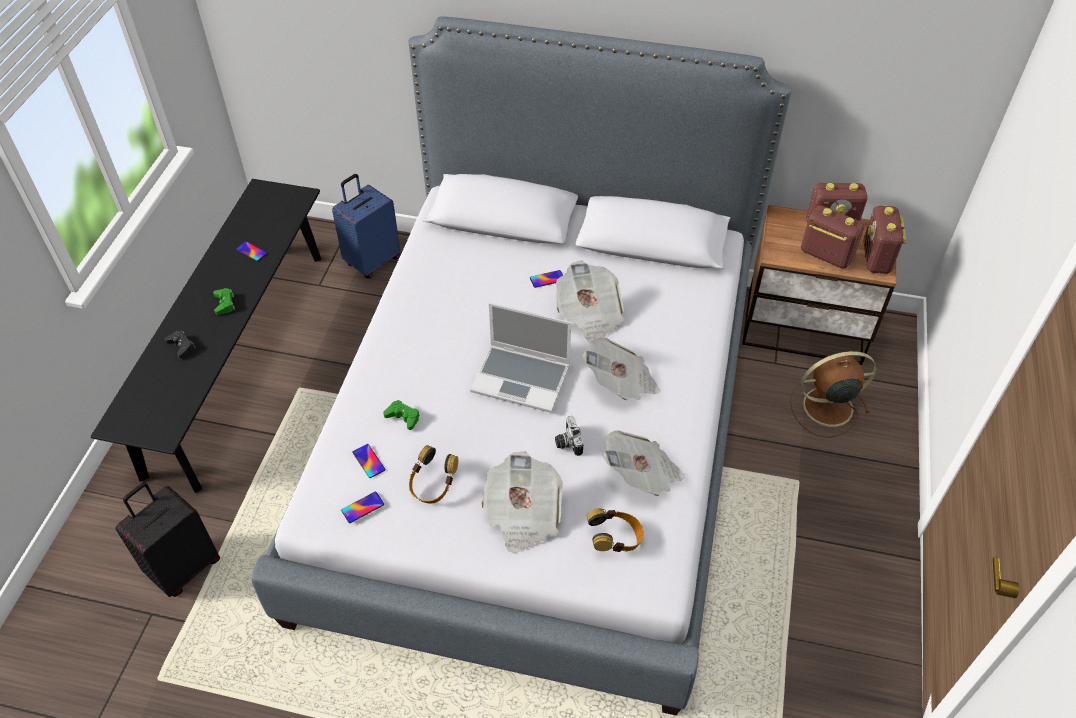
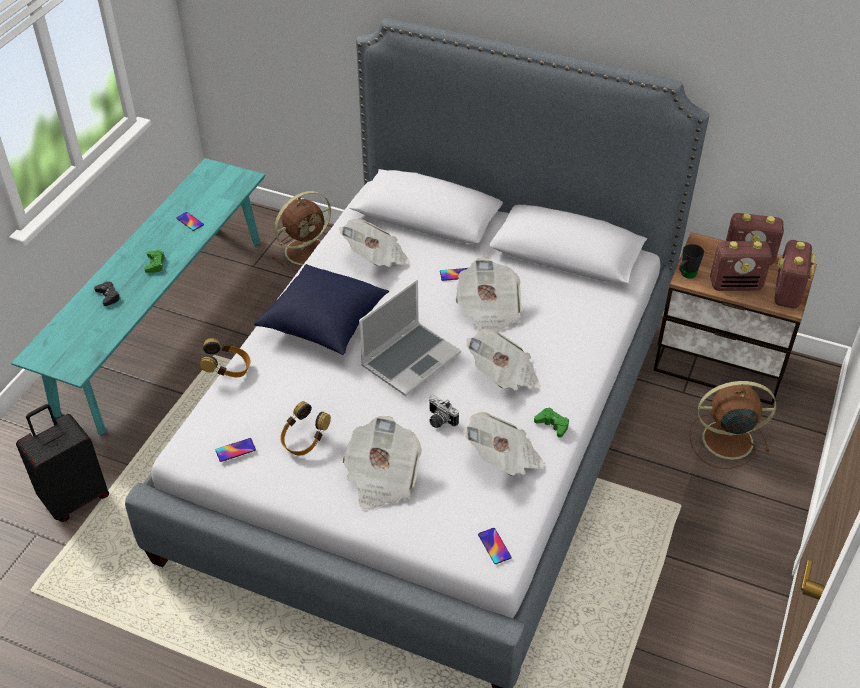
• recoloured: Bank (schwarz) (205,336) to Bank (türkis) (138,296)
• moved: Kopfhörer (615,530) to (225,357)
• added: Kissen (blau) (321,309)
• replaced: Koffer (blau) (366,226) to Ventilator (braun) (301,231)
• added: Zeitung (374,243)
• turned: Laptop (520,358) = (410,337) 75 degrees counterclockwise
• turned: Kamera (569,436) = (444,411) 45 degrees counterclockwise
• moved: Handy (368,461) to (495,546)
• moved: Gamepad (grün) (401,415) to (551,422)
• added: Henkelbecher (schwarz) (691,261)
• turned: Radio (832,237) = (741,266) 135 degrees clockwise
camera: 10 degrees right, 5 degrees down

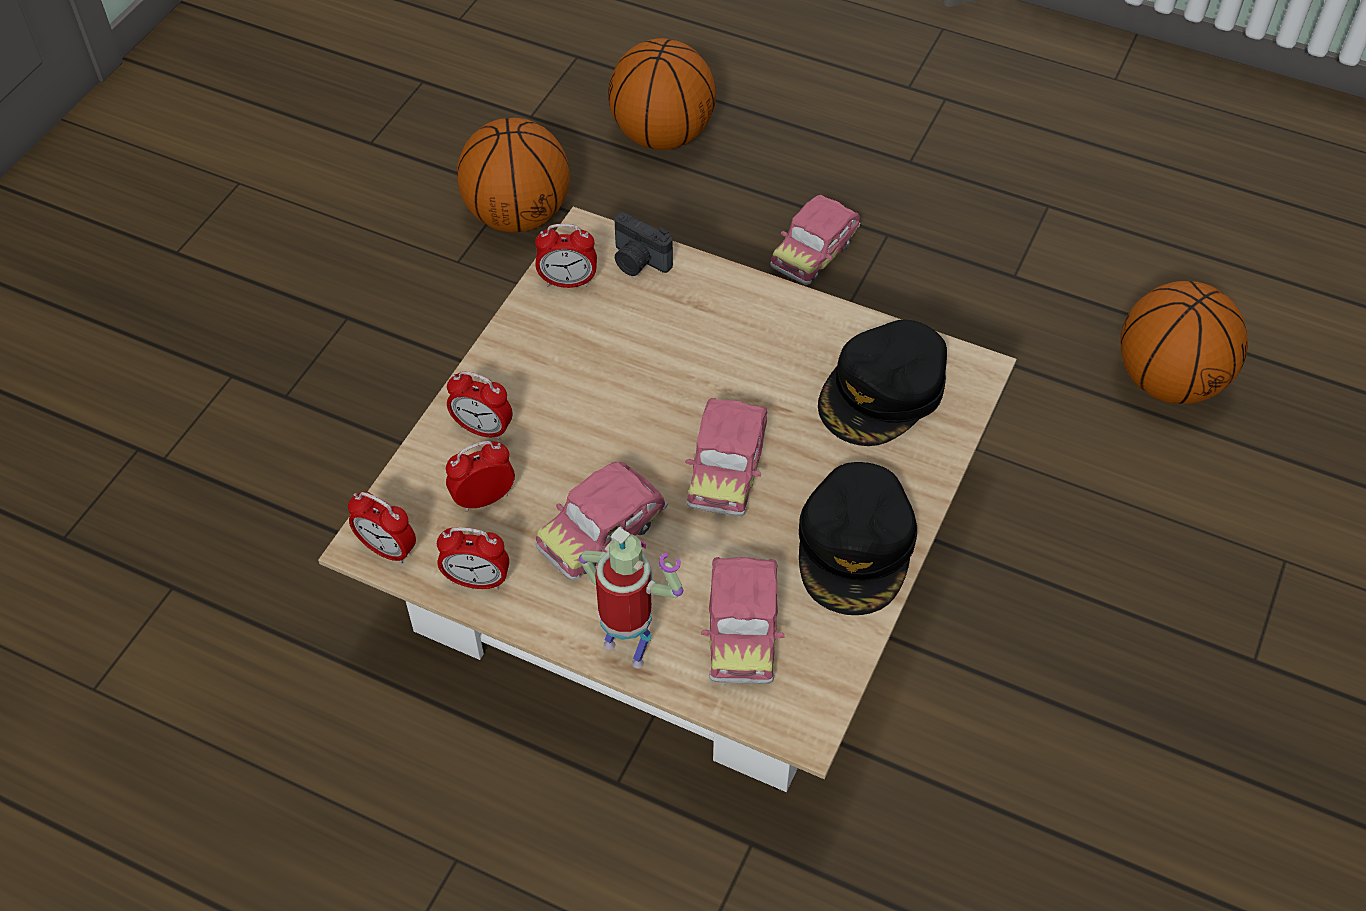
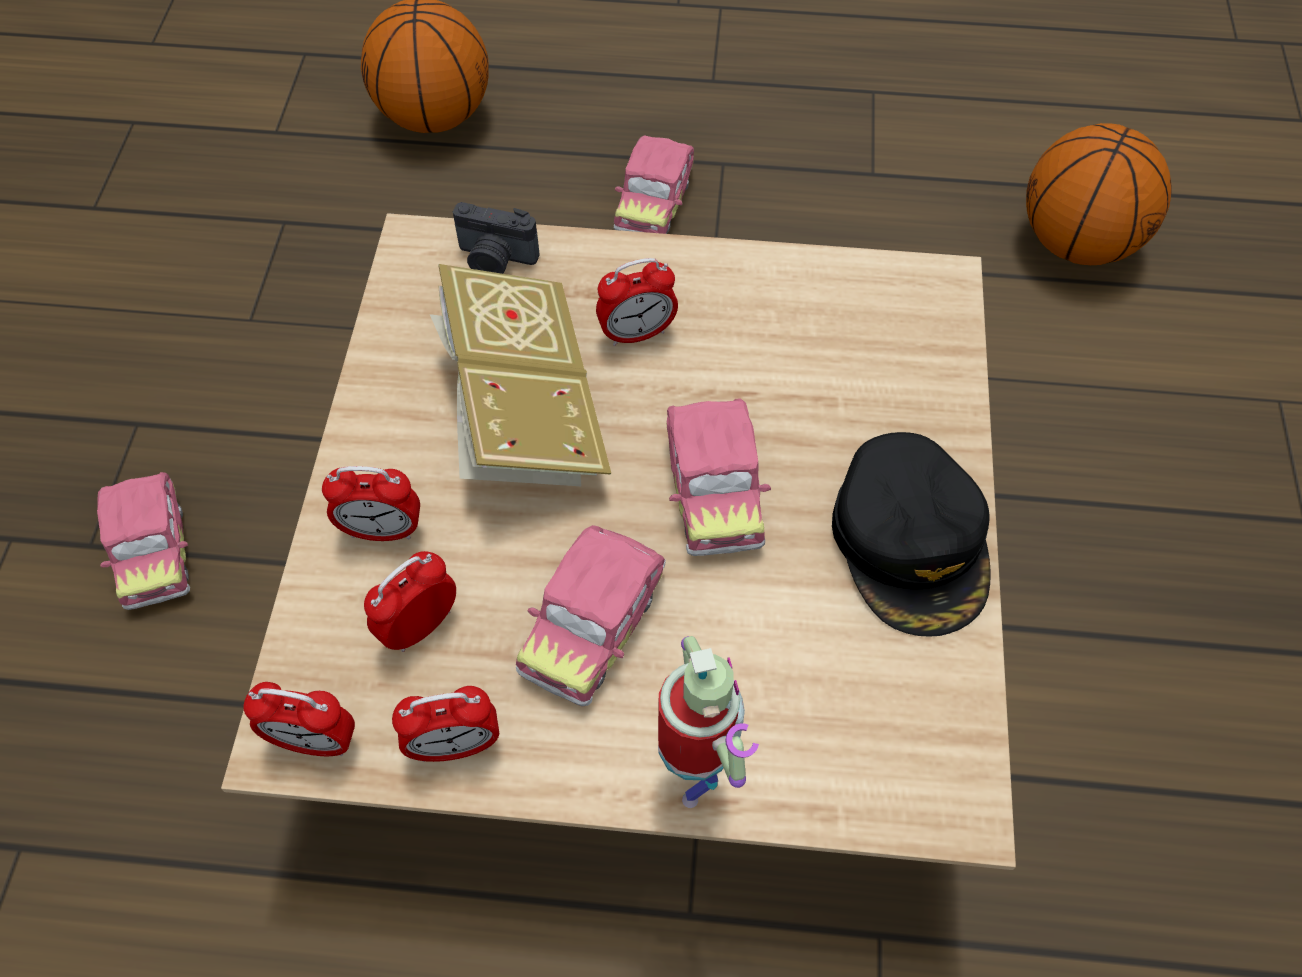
• moved: Spielzeugauto (743,620) to (143,541)
• added: Buch (520,375)
• moved: Wecker (566,256) to (637,302)
• turned: Spielzeugroboter (631,598) = (708,722) 60 degrees clockwise
• removed: Basketball (513,175)
• removed: Kappe (schwarz) (882,383)
camera: 20 degrees left, 5 degrees up

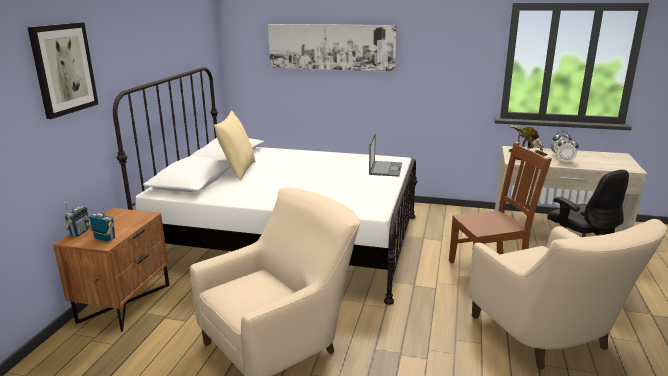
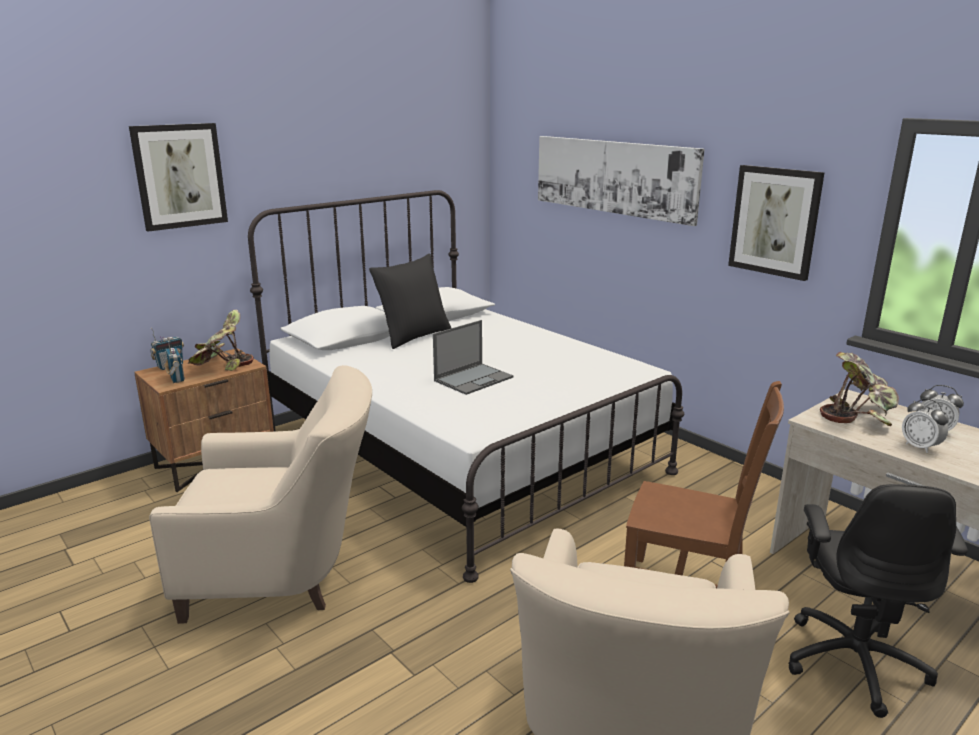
• added: Topfpflanze (220,340)
• recoloured: Kissen (beige) (234,146) to Kissen (schwarz) (410,301)
• moved: Laptop (385,155) to (473,357)
• added: Bild (776,223)
camera: 35 degrees right, 0 degrees up

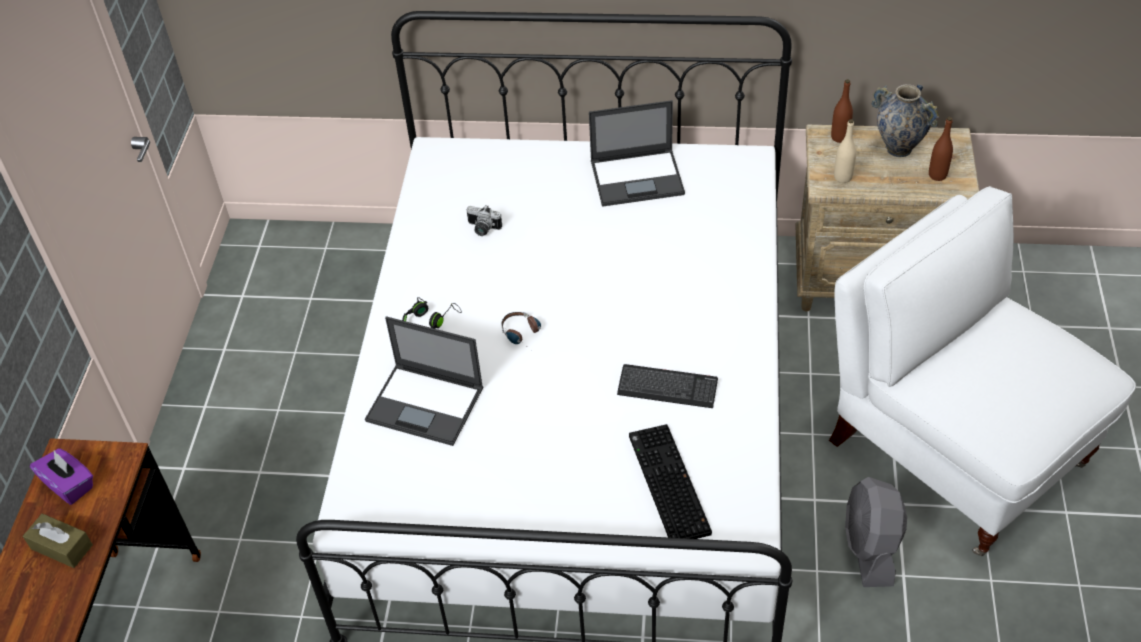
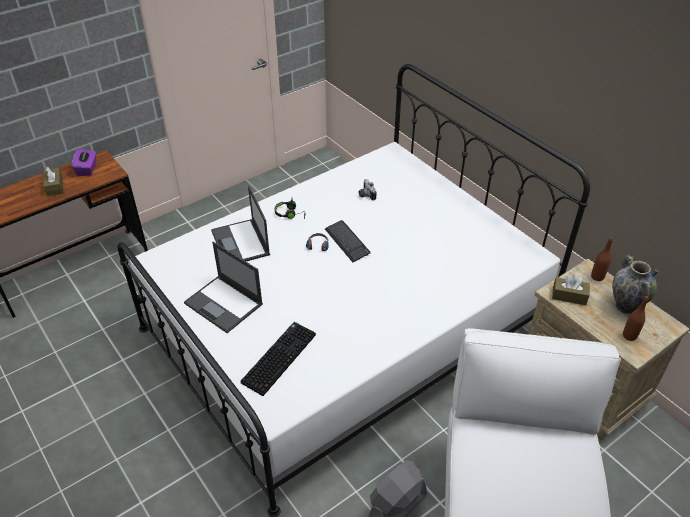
• moved: Laptop (637,153) to (223,287)
• moved: Tastatur (667,386) to (348,241)
• replaced: Flasche (beige) (845,151) to Taschentuchbox (braun) (571,290)
camera: 45 degrees right, 5 degrees down

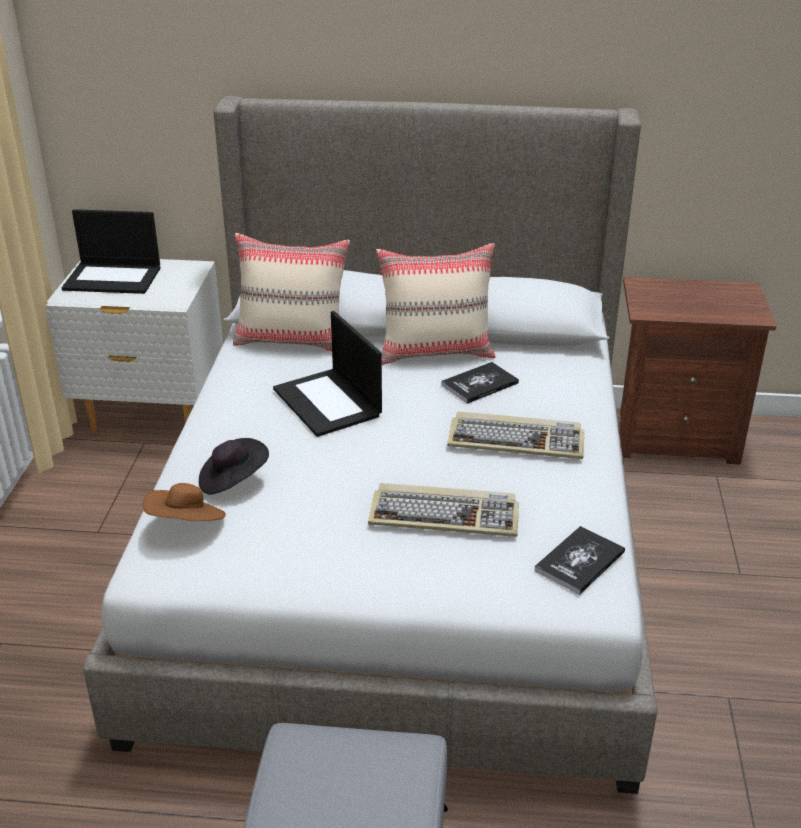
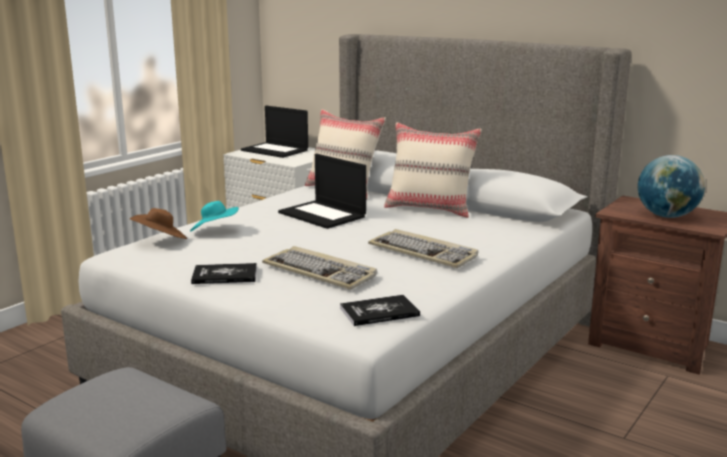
• recoloured: Hut (schwarz) (234,466) to Hut (türkis) (214,216)
• moved: Buch (480,383) to (224,273)
• turned: Laptop (327,374) = (322,191) 45 degrees counterclockwise
• added: Globus (671,186)
camera: 30 degrees right, 15 degrees down

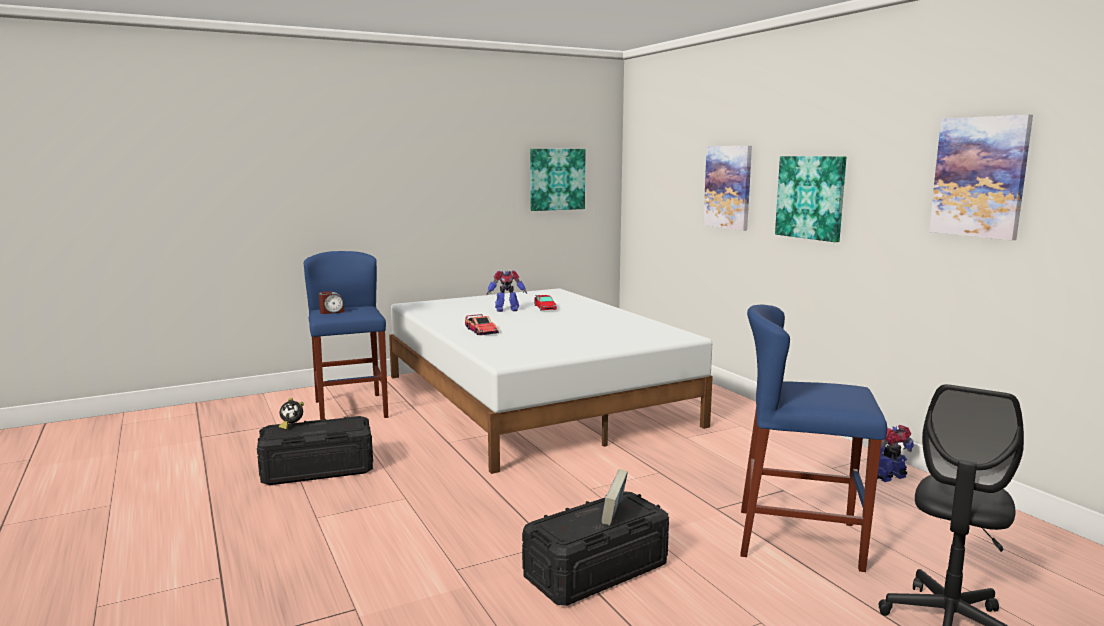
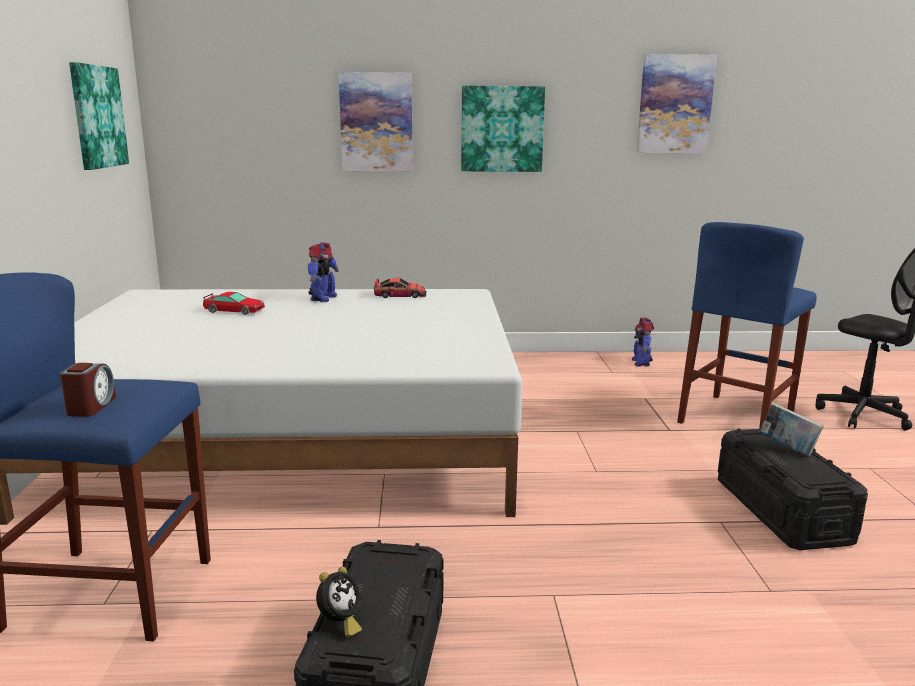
• moved: Spielzeugroboter (507,291) to (323,272)
• moved: Spielzeugauto (482,324) to (400,287)
camera: 65 degrees left, 5 degrees up

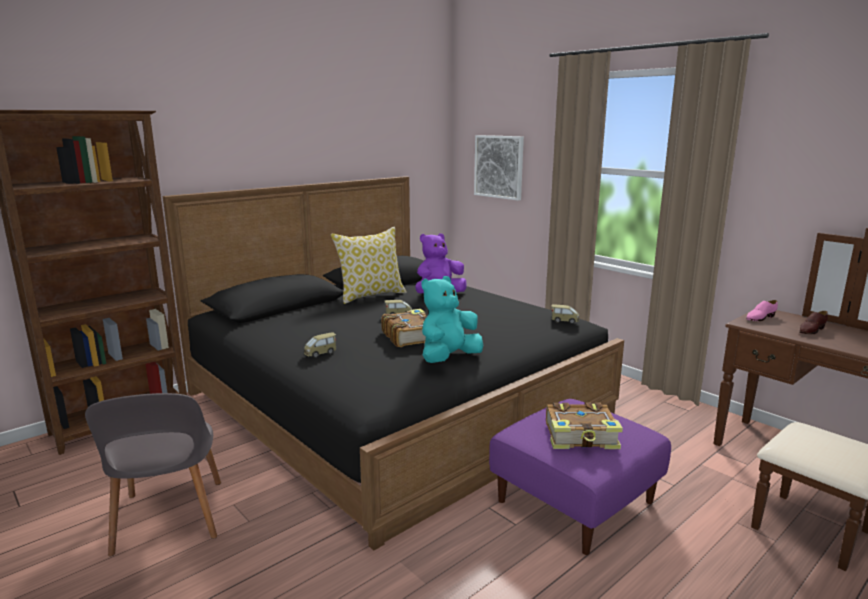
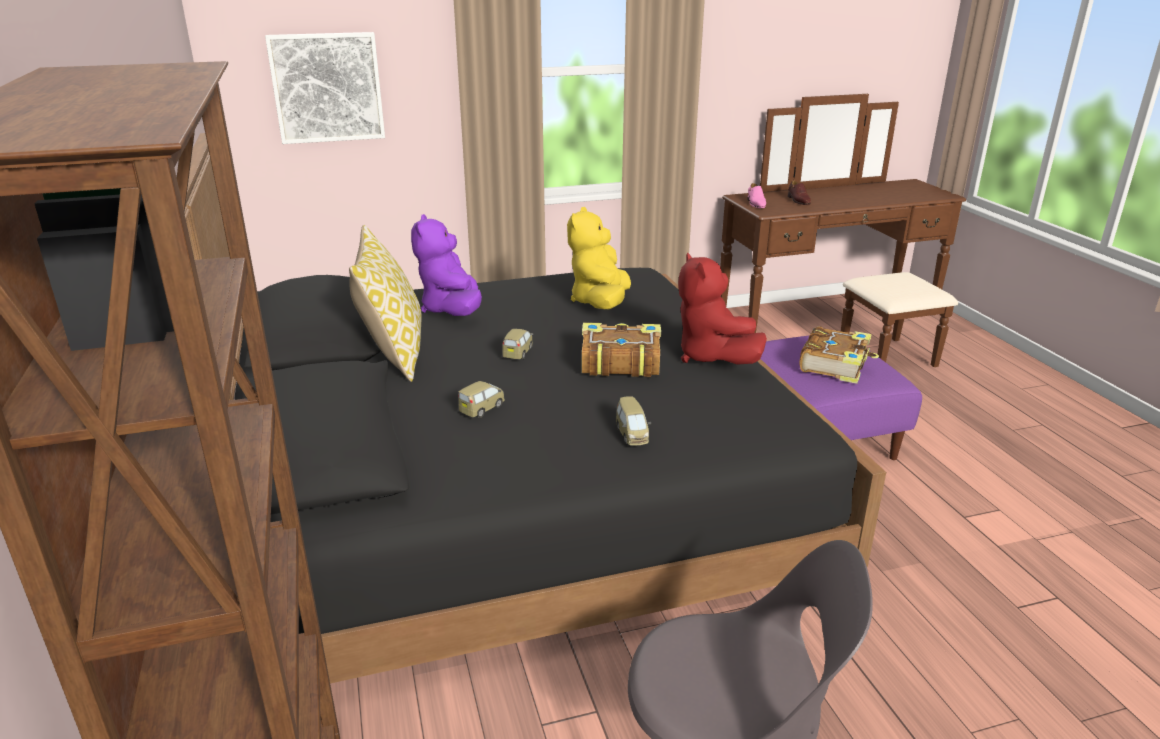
• moved: Spielzeugauto (565,314) to (481,399)
• added: Plüschtier (gelb) (599,258)
• recoloured: Plüschtier (türkis) (452,319) to Plüschtier (rot) (722,308)
camera: 65 degrees left, 10 degrees up

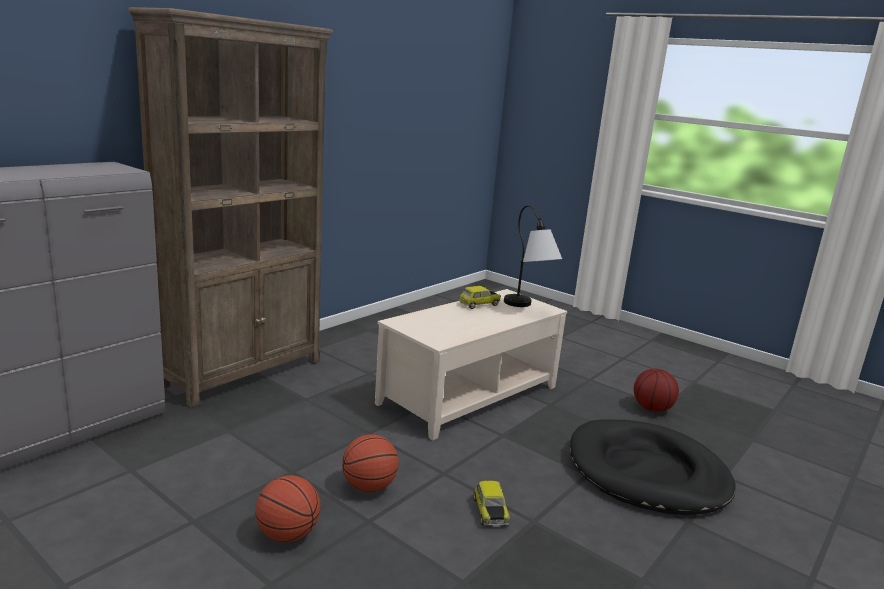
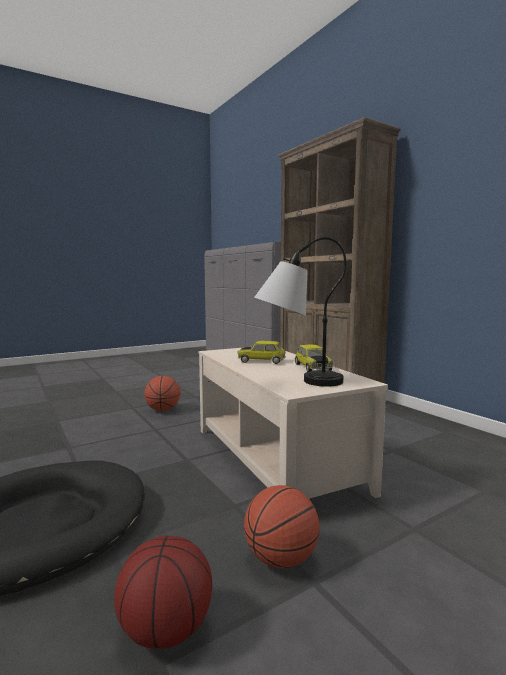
• moved: Spielzeugauto (491,503) to (261,352)
• moved: Basketball (287,508) to (281,526)
camera: 110 degrees right, 10 degrees down

